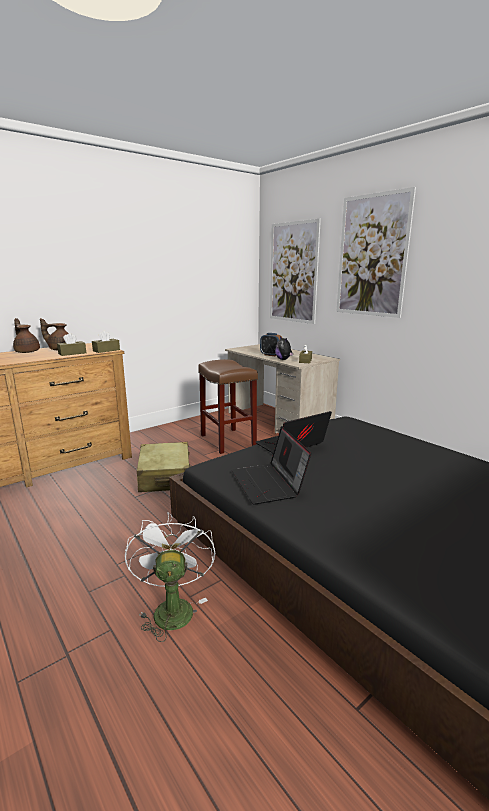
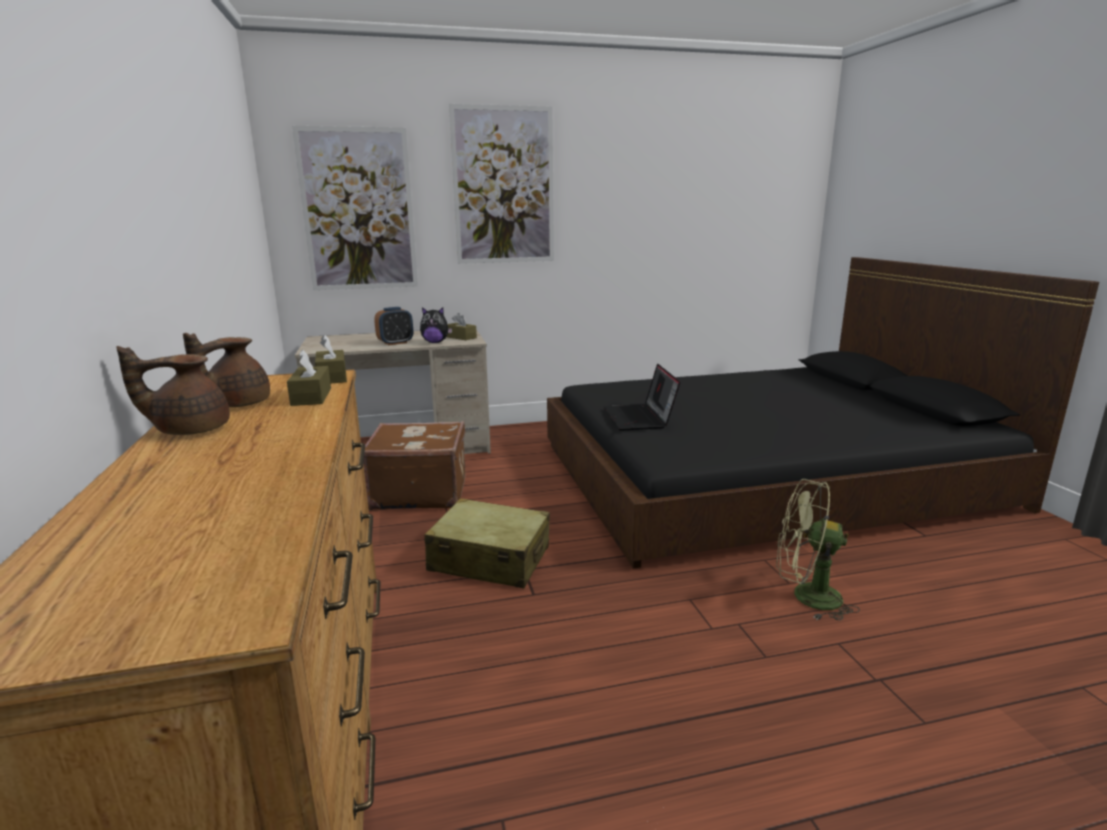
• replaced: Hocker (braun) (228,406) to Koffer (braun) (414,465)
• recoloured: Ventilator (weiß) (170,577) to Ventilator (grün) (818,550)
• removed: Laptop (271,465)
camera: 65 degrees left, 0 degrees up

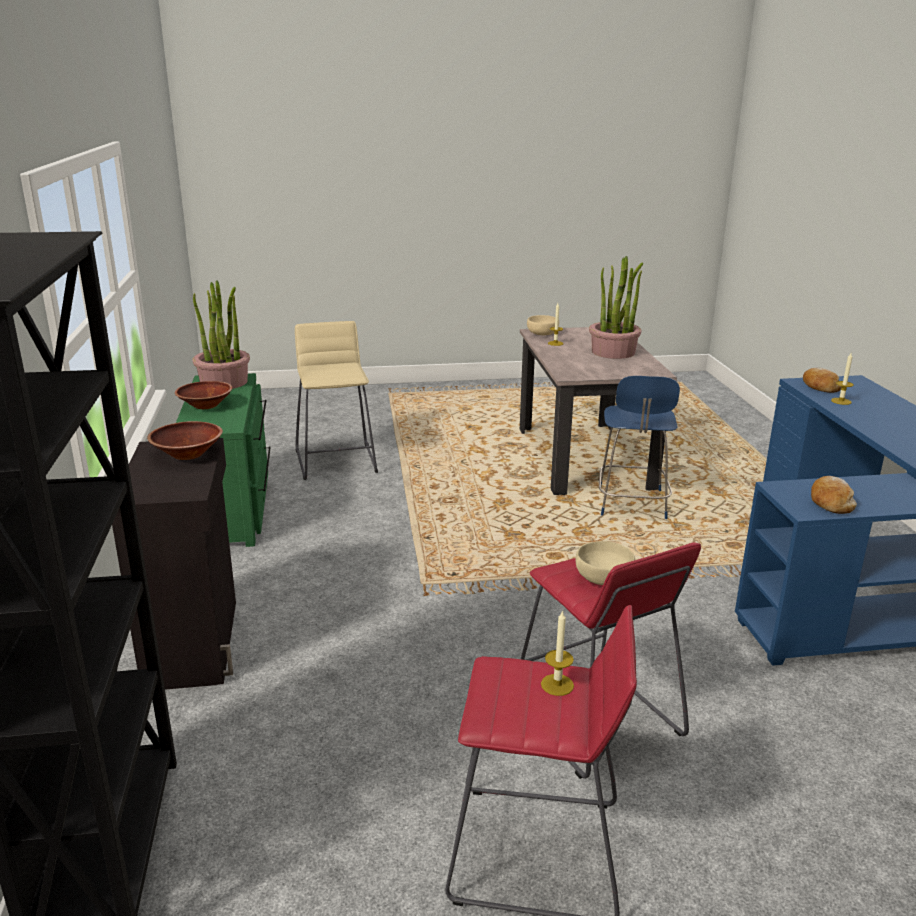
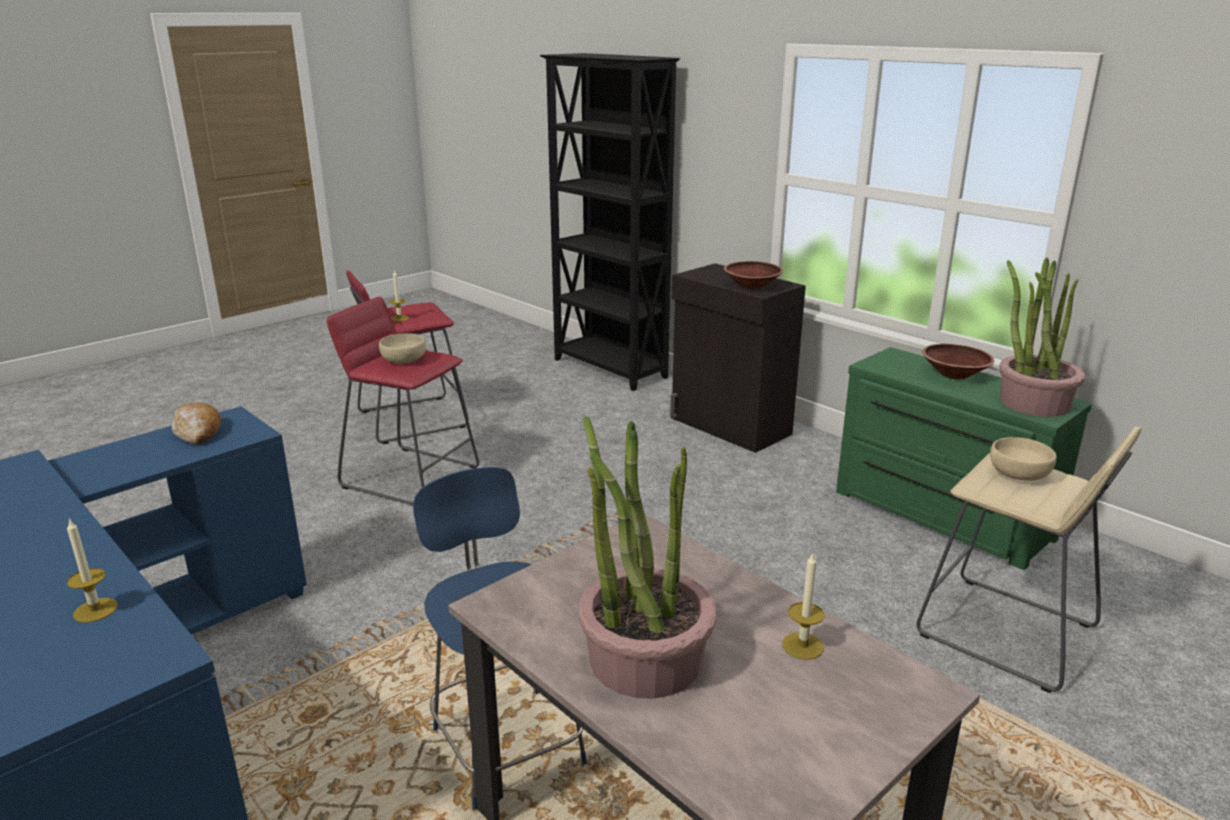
• moved: Schüssel (beige) (543,325) to (1023,458)
• removed: Brot (822,380)
camera: 145 degrees right, 0 degrees up

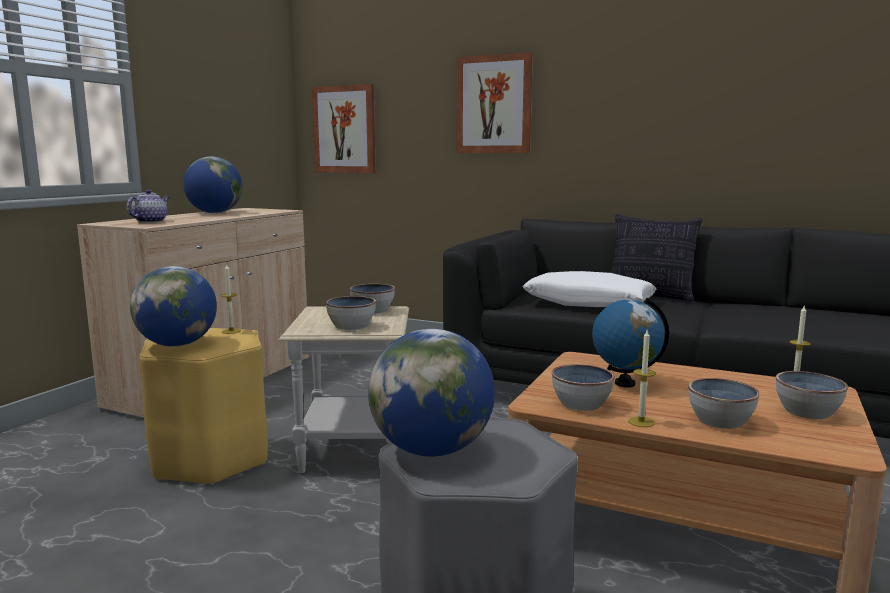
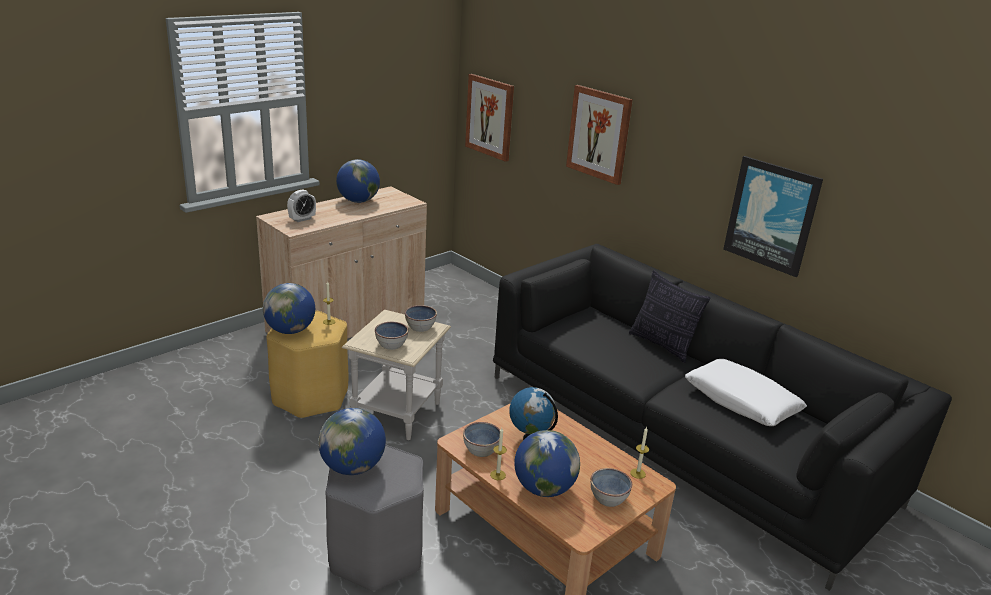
• replaced: Teekanne (148,206) to Wecker (301,205)
• replaced: Schüssel (724,403) to Globus (547,463)
• moved: Kissen (weiß) (589,289) to (746,392)
• added: Bild (773,216)
camera: 20 degrees right, 15 degrees up

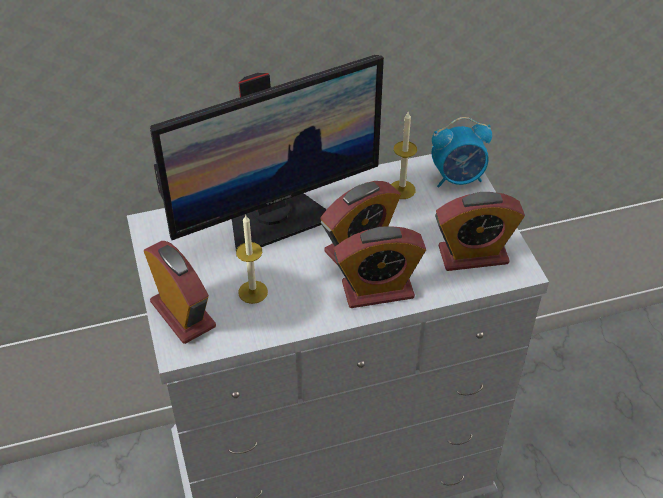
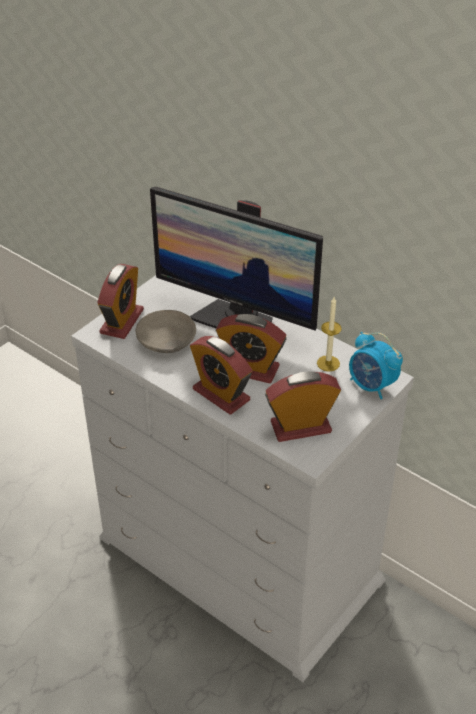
• replaced: Kerze (252,259) to Schüssel (grau) (166,331)
• turned: Wecker (480,231) = (303,407) 120 degrees clockwise
camera: 55 degrees right, 5 degrees down

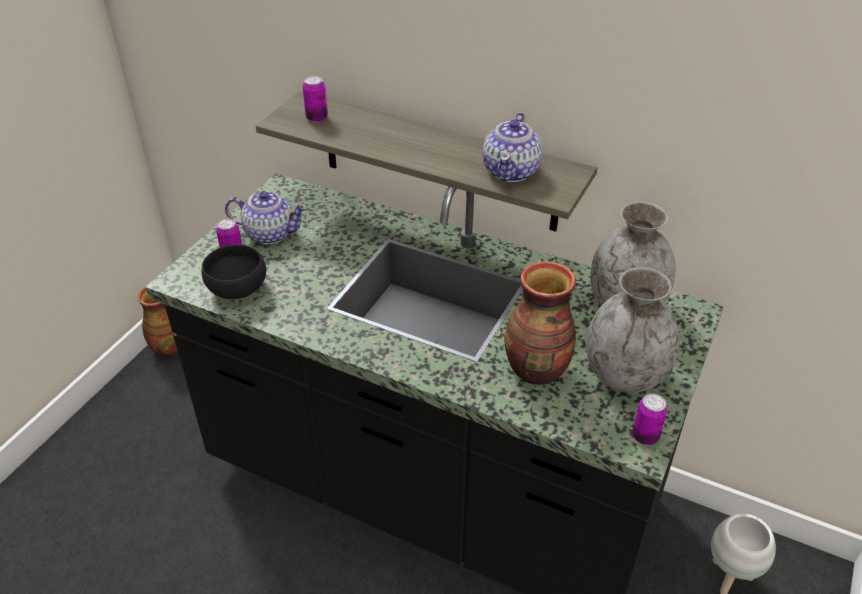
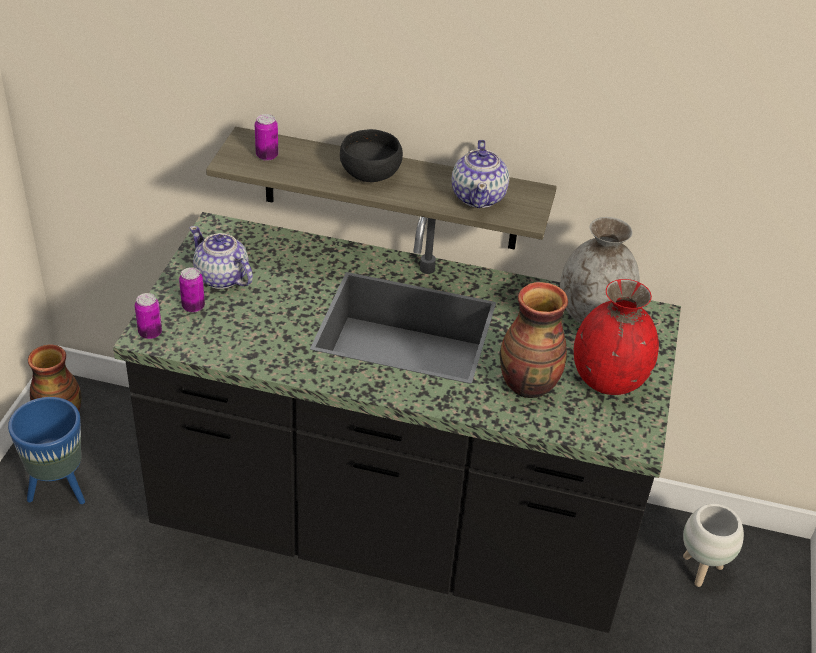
• added: Pflanzkübel (blau) (46,450)
• moved: Dose (649,419) to (148,316)
• turned: Teekanne (266,217) = (221,257) 135 degrees counterclockwise
• moved: Schüssel (schwarz) (234,272) to (371,155)
• recoloured: Vase (grau) (633,330) to Vase (rot) (616,337)
camera: 15 degrees left, 0 degrees up

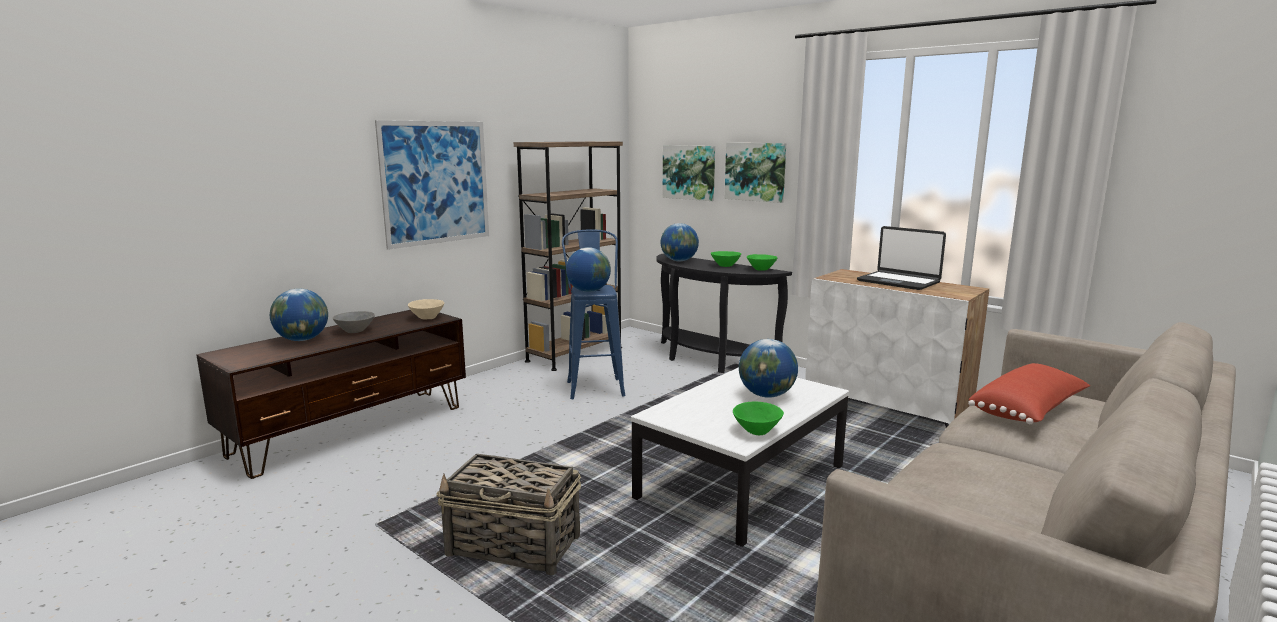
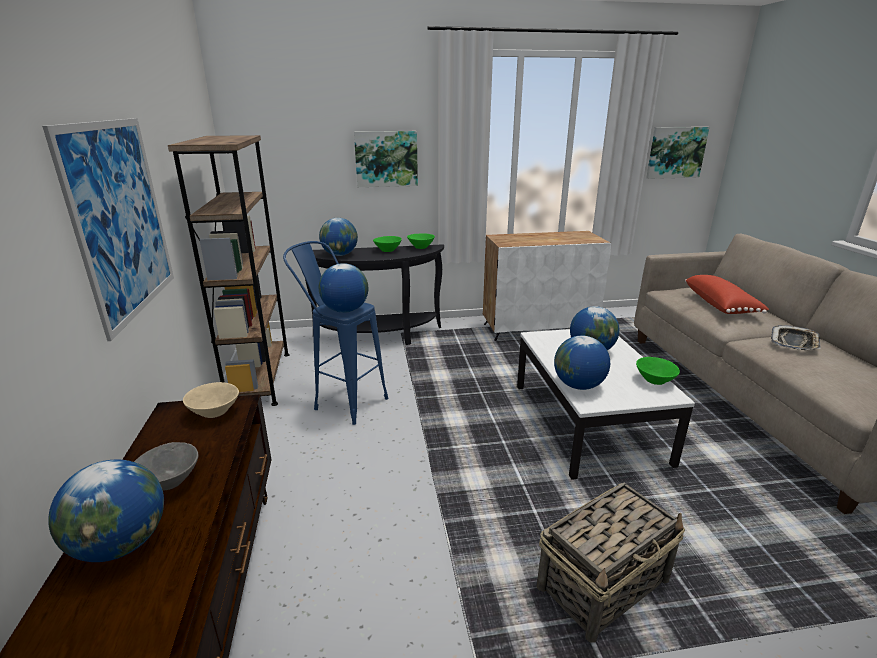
• added: Globus (582,363)
• moved: Bild (688,173) to (678,153)
• added: Tablett (796,337)
• removed: Laptop (901,258)
camera: 50 degrees left, 10 degrees up

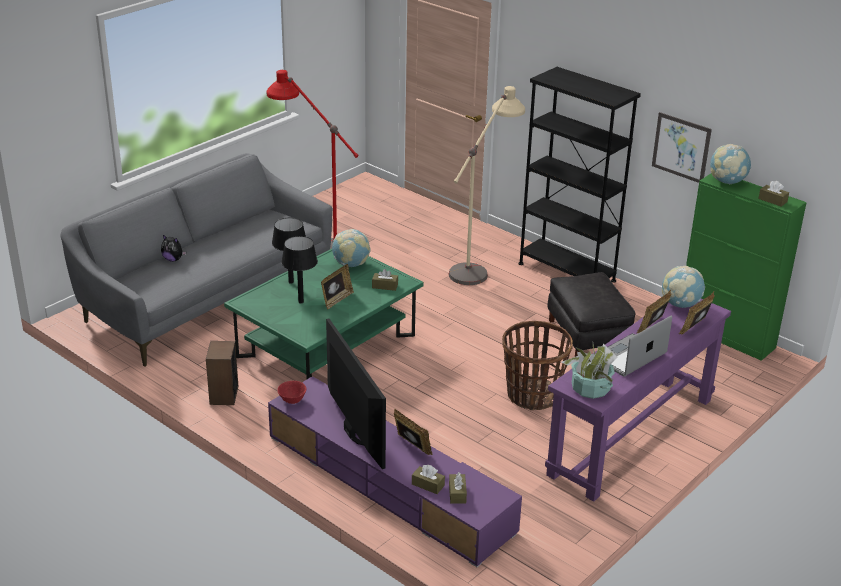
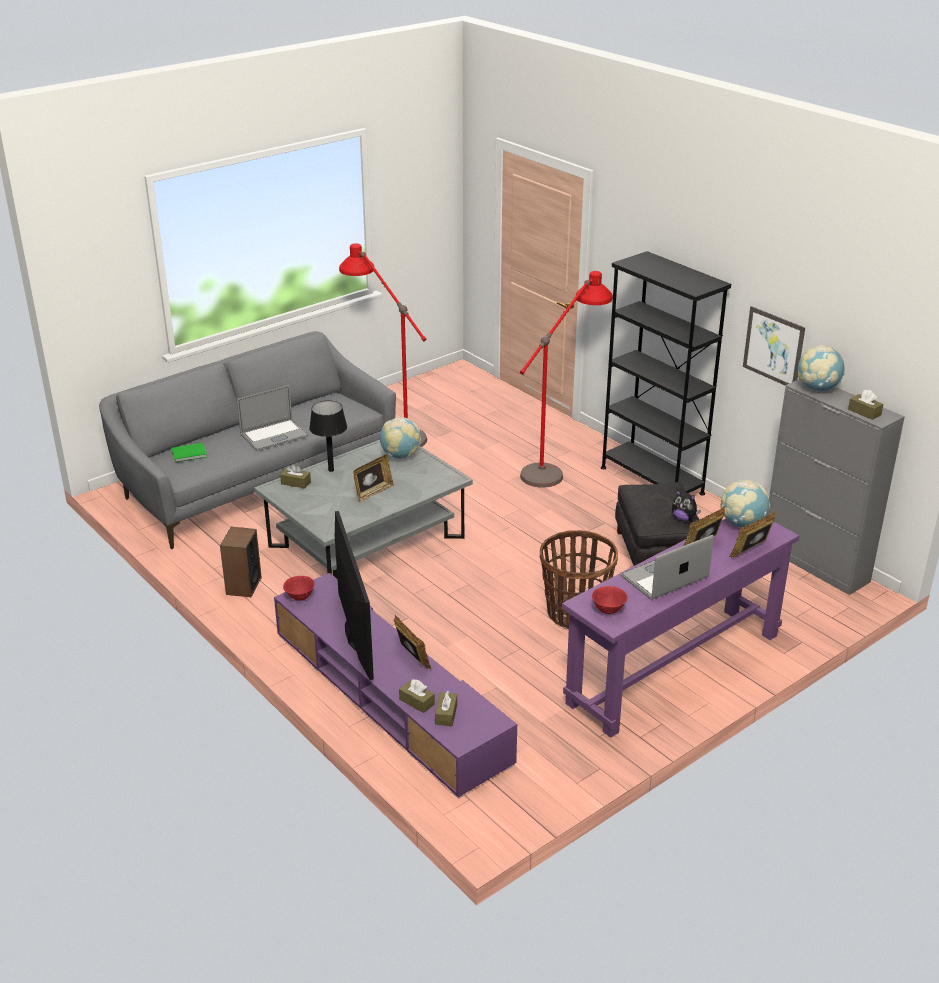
• added: Buch (grün) (189,453)
• added: Laptop (273,418)
• recoloured: Couchtisch (grün) (324,314) to Couchtisch (grau) (363,509)
• moved: Taschentuchbox (braun) (385,280) to (295,476)
• recoloured: Stehlampe (beige) (487,185) to Stehlampe (rot) (566,379)
• replaced: Topfpflanze (589,371) to Schüssel (rot) (610,600)
• moved: Plüschtier (173,248) to (686,505)
• recoloured: Schrank (grün) (746,267) to Schrank (grau) (835,487)
• removed: Tischlampe (schwarz) (299,269)
camera: 10 degrees right, 0 degrees up

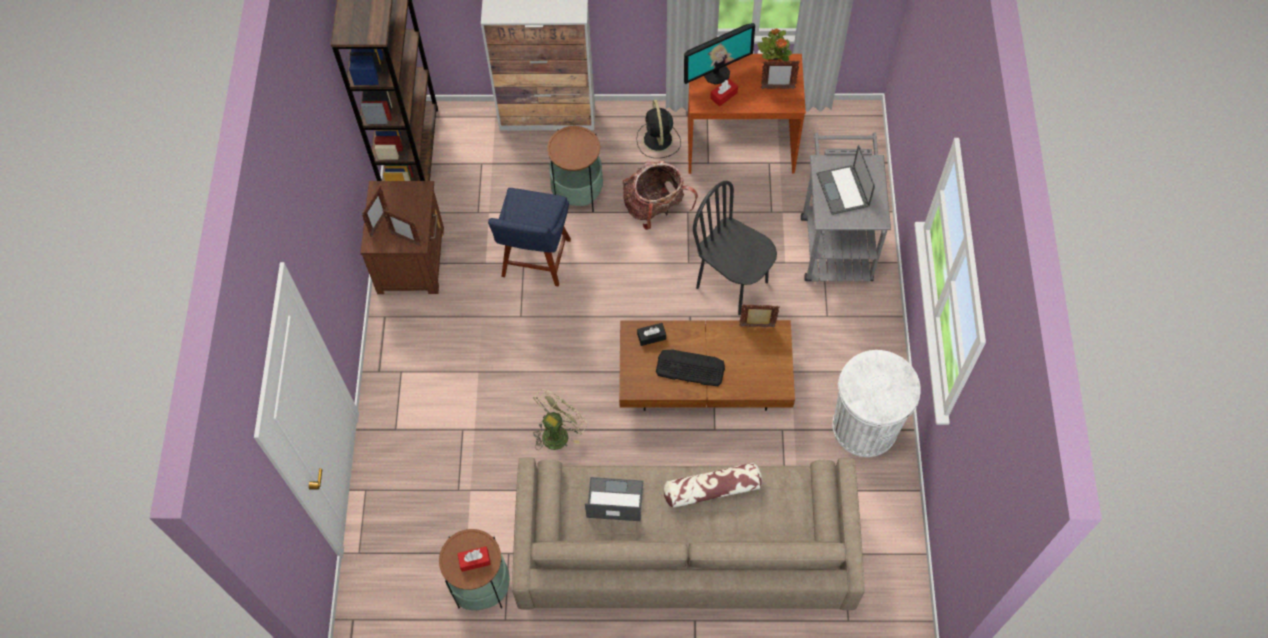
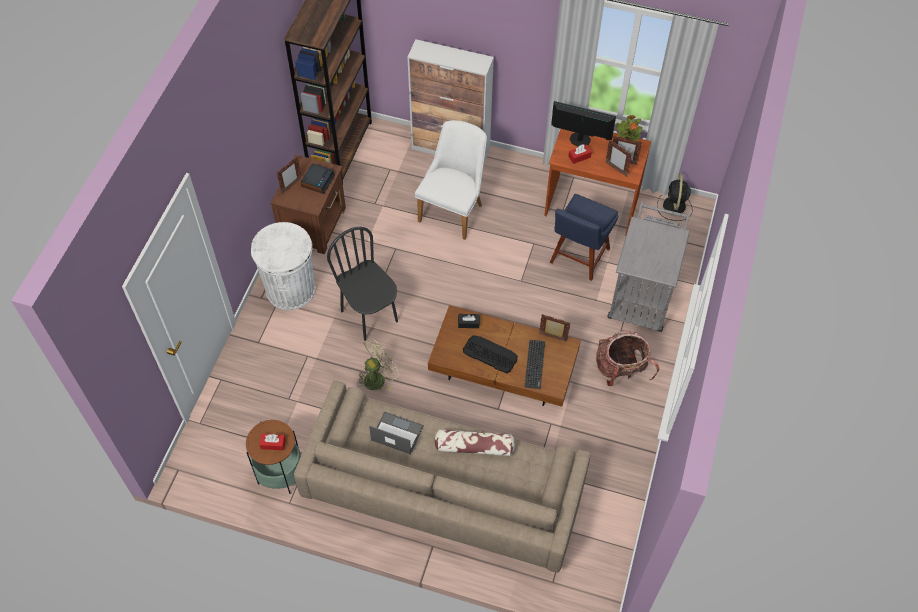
• moved: Mülleimer (weiß) (876,403) to (283,266)
• added: Wecker (317,178)
• moved: Stuhl (schwarz) (735,248) to (362,284)
• replaced: Beistelltisch (575,169) to Stuhl (weiß) (451,180)
• added: Tastatur (535,364)
• moved: Stuhl (blau) (529,237) to (584,237)
• turned: Monitor (719,54) = (583,124) 150 degrees counterclockwise
• moved: Rucksack (660,195) to (627,358)
• moved: Bilderrahmen (402,228) to (618,158)
• moved: Ventilator (schwarz) (658,129) to (674,197)
• removed: Laptop (846,180)
camera: 15 degrees right, 5 degrees down

